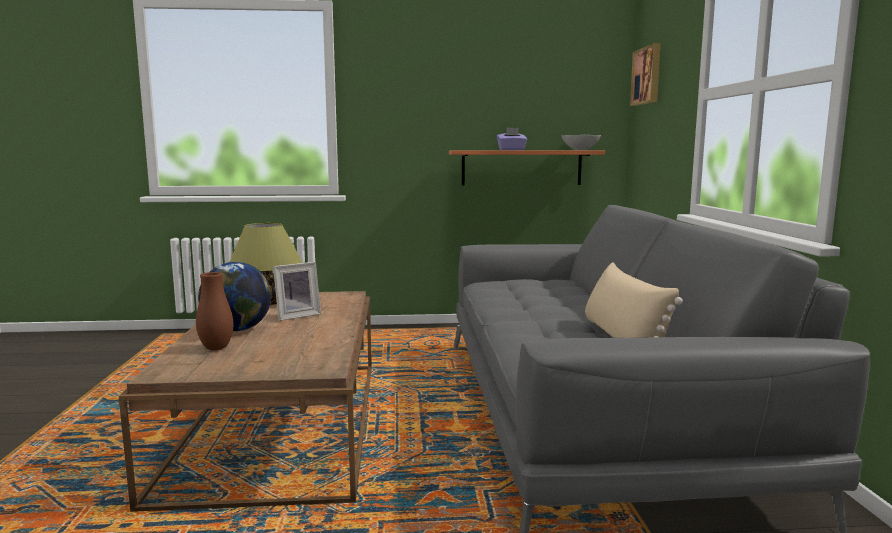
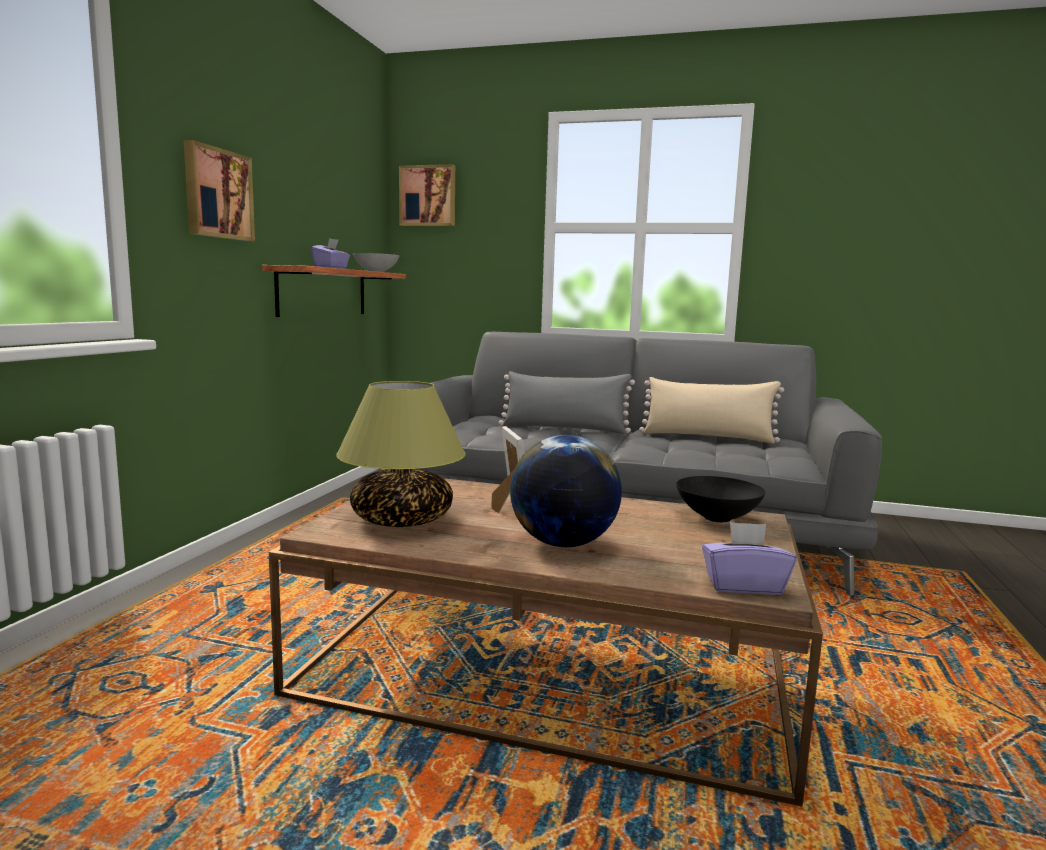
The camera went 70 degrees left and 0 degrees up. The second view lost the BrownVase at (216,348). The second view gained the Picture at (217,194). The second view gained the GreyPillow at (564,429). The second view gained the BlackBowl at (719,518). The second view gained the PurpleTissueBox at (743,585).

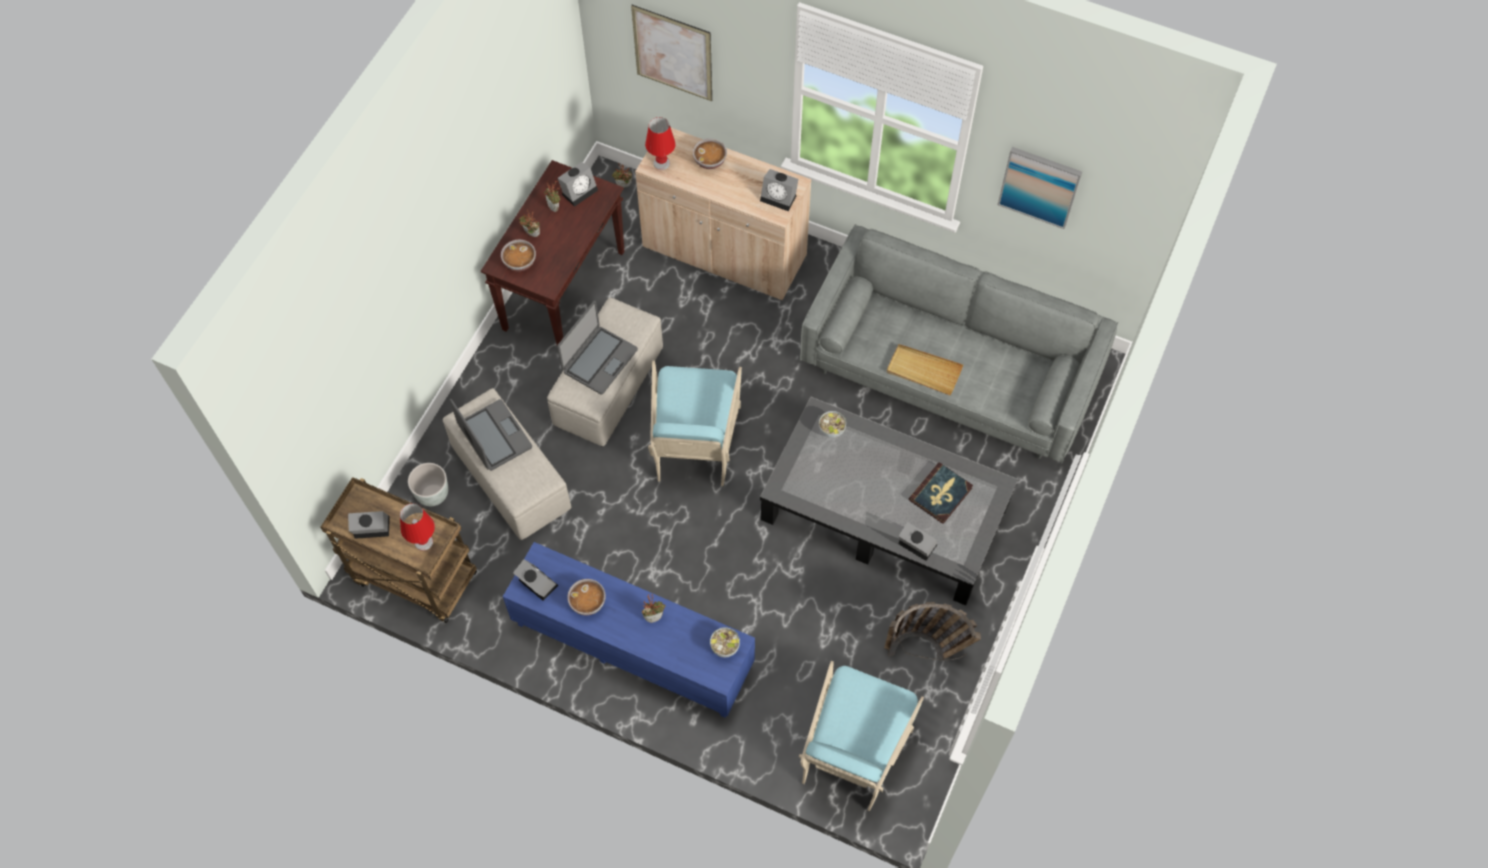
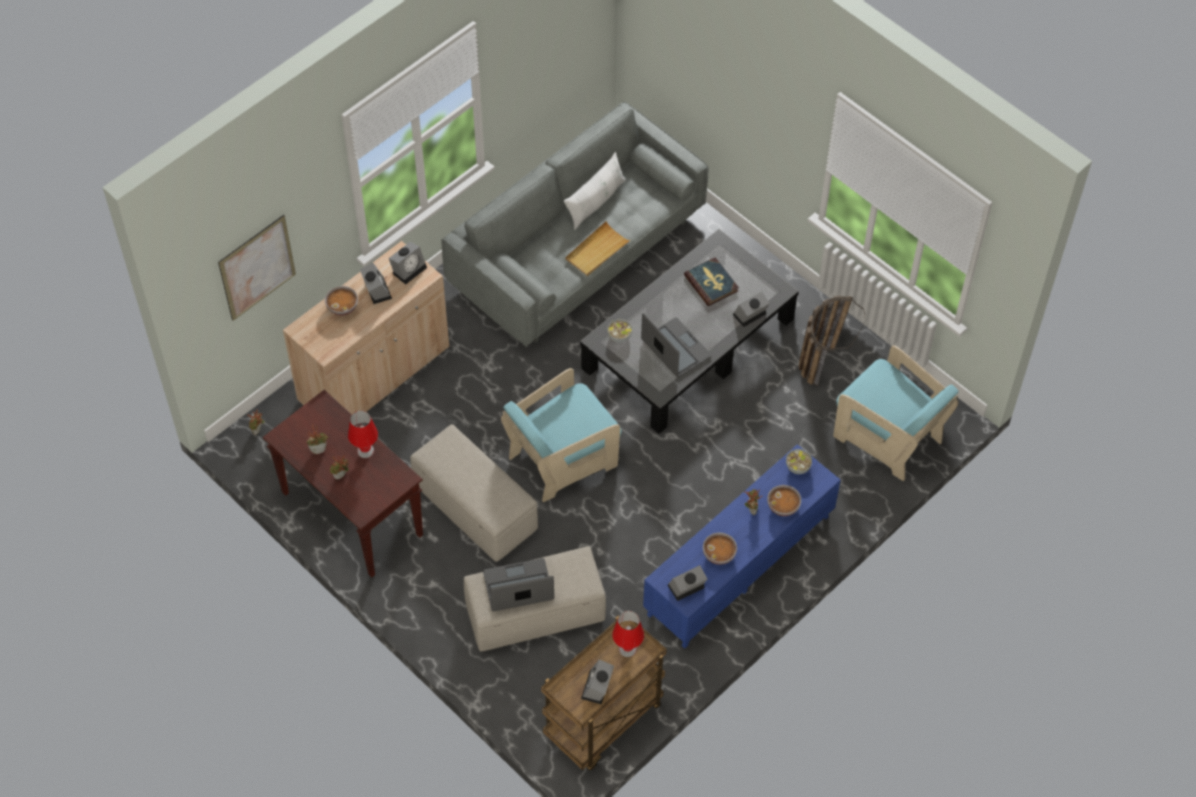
The camera went 70 degrees left and 5 degrees down. The RedTableLamp ended up elsewhere, having gone from (661,163) to (365,451). The second view lost the Picture at (1039,186). The AlarmClock ended up elsewhere, having gone from (579,190) to (376,290). The Bowl ended up elsewhere, having gone from (519,262) to (783,506). The Laptop ended up elsewhere, having gone from (599,360) to (675,349). The TurquoiseArmchair at (695,442) ended up facing another way, 120 degrees clockwise from before. The second view lost the GreyPlanter at (433,494). The second view gained the WhitePillow at (595,202).

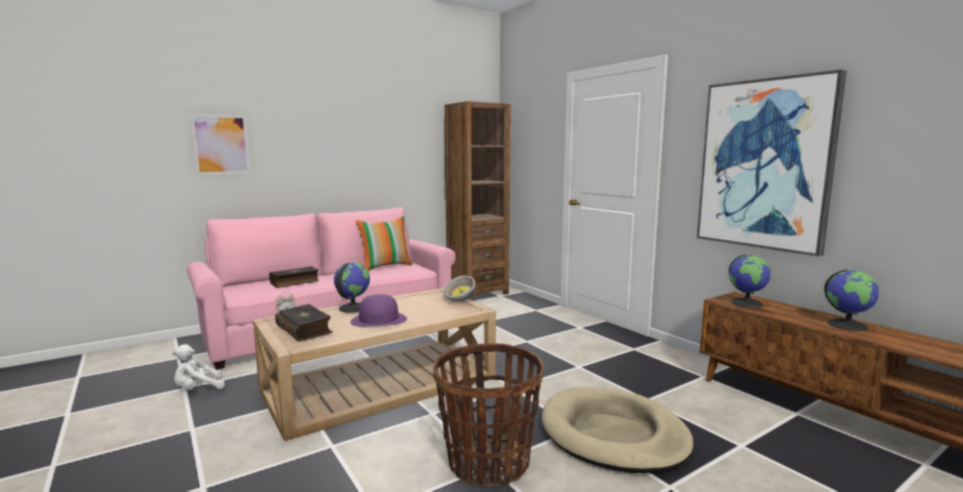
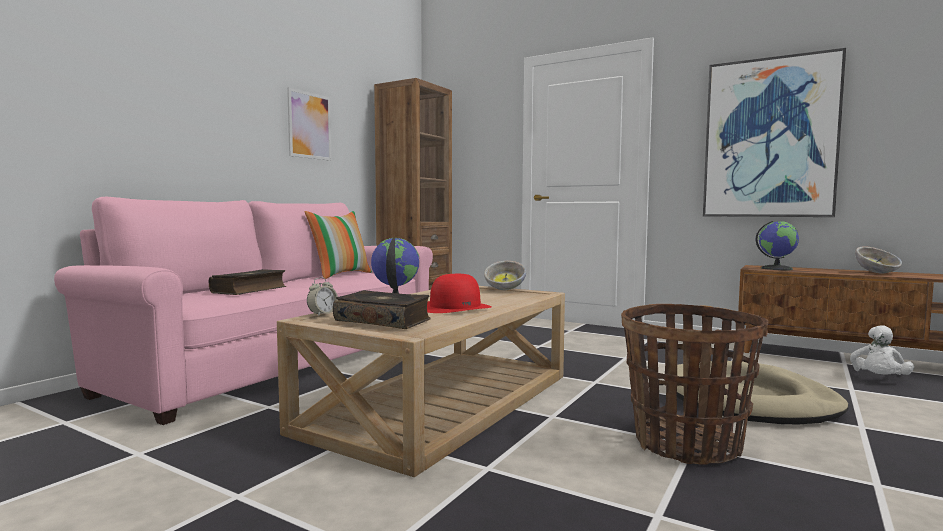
The camera went 25 degrees left and 5 degrees down. The Picture ended up elsewhere, having gone from (221,144) to (309,125). Where the Globe stood at (847,325), the Bowl came to stand at (877,272). What was the PurpleHat at (379,320) turned into the RedHat at (455,307). The WhitePlushToy ended up elsewhere, having gone from (197,389) to (879,379).

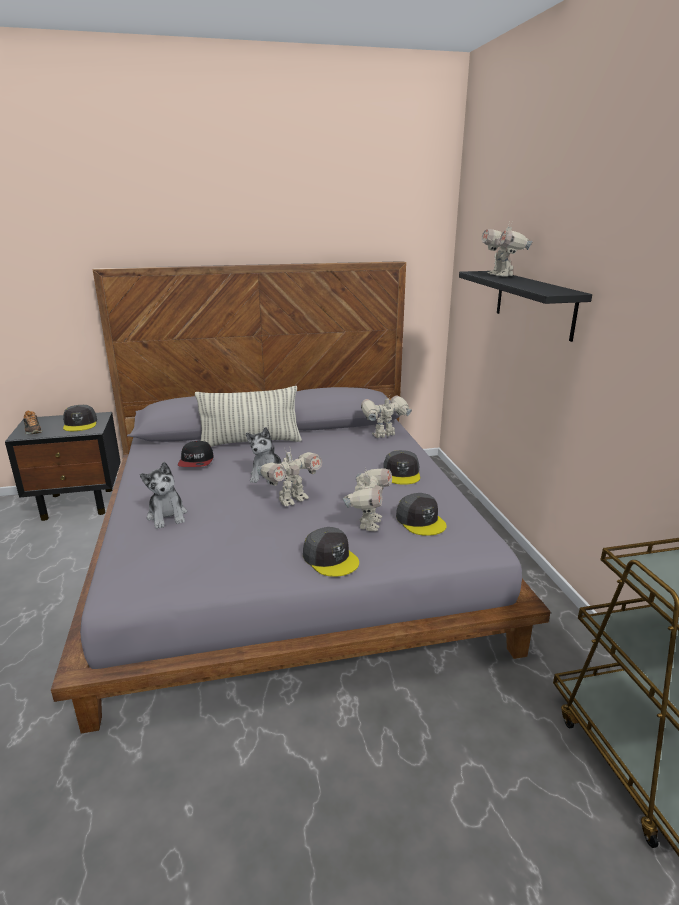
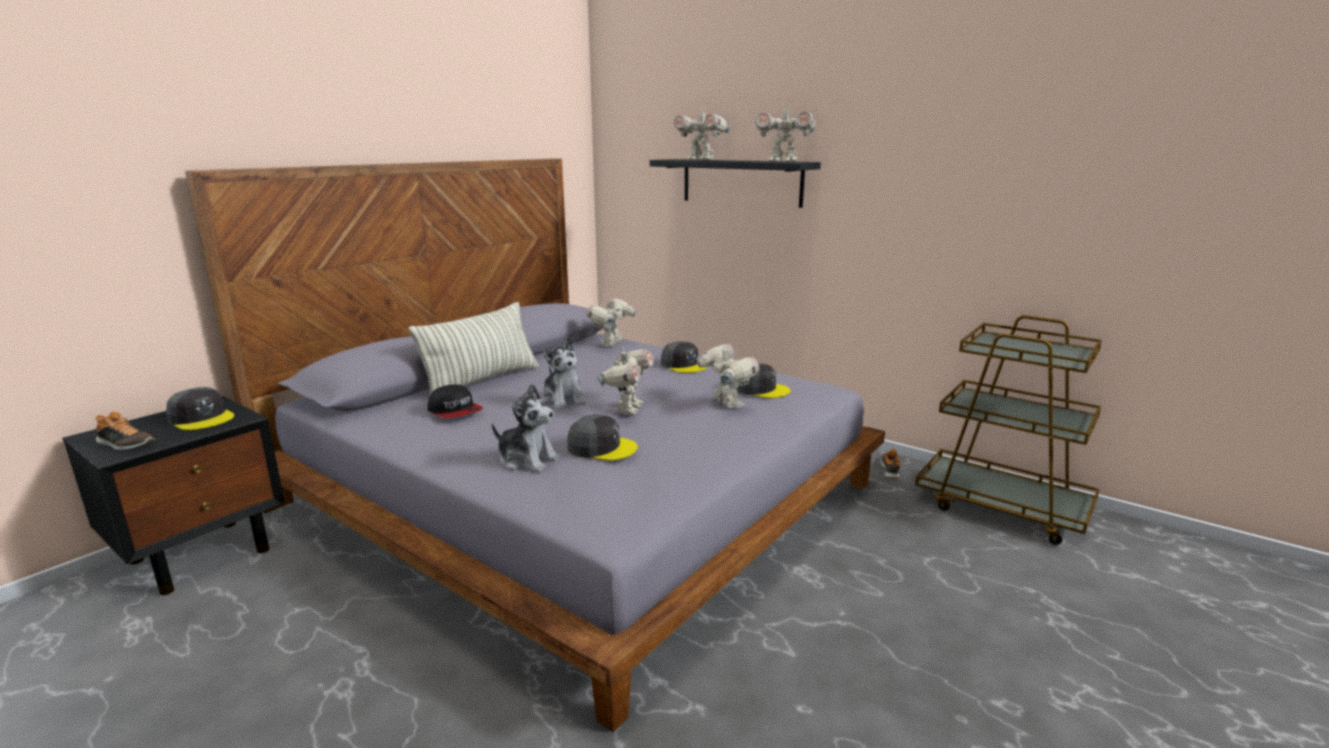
The camera went 40 degrees left and 5 degrees down. The GreyCap ended up elsewhere, having gone from (330,558) to (601,447). The second view gained the ToyRobot at (783,161). The second view gained the Shoe at (890,469).

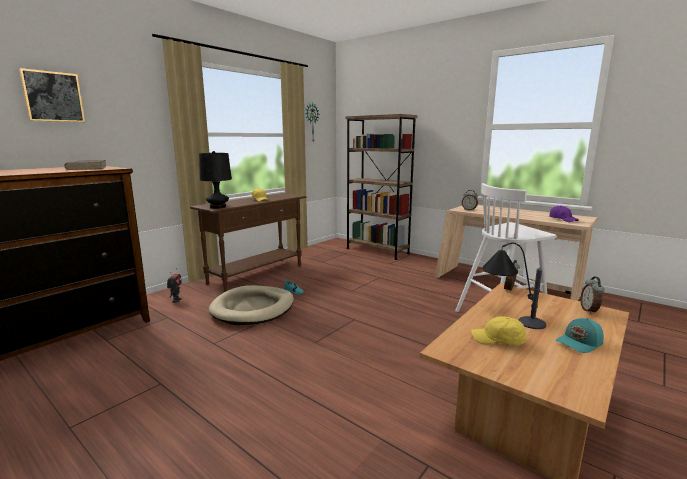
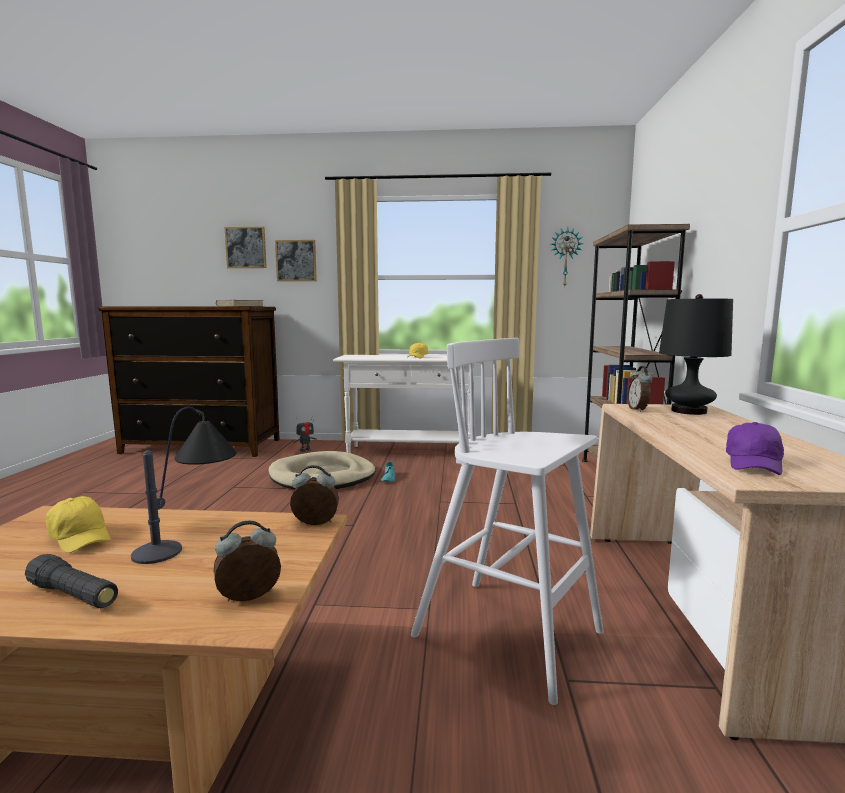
The camera went 55 degrees right and 5 degrees down. The BlackTableLamp ended up elsewhere, having gone from (218,207) to (689,411). What was the BrownConsoleTable at (257,274) turned into the WhiteConsoleTable at (411,452). The YellowCap at (498,340) ended up facing another way, 150 degrees clockwise from before. Where the TurquoiseCap stood at (580,343), the BlackFlashlight came to stand at (73,595). The second view gained the Picture at (296,260).

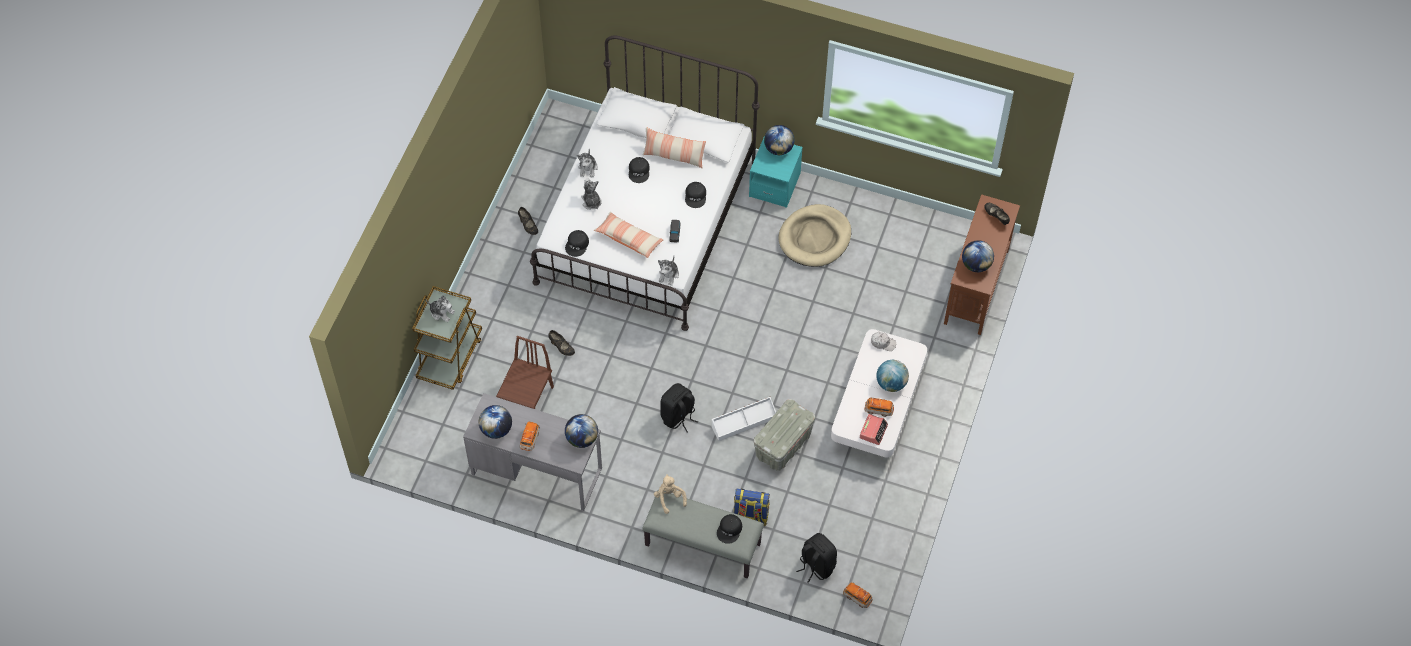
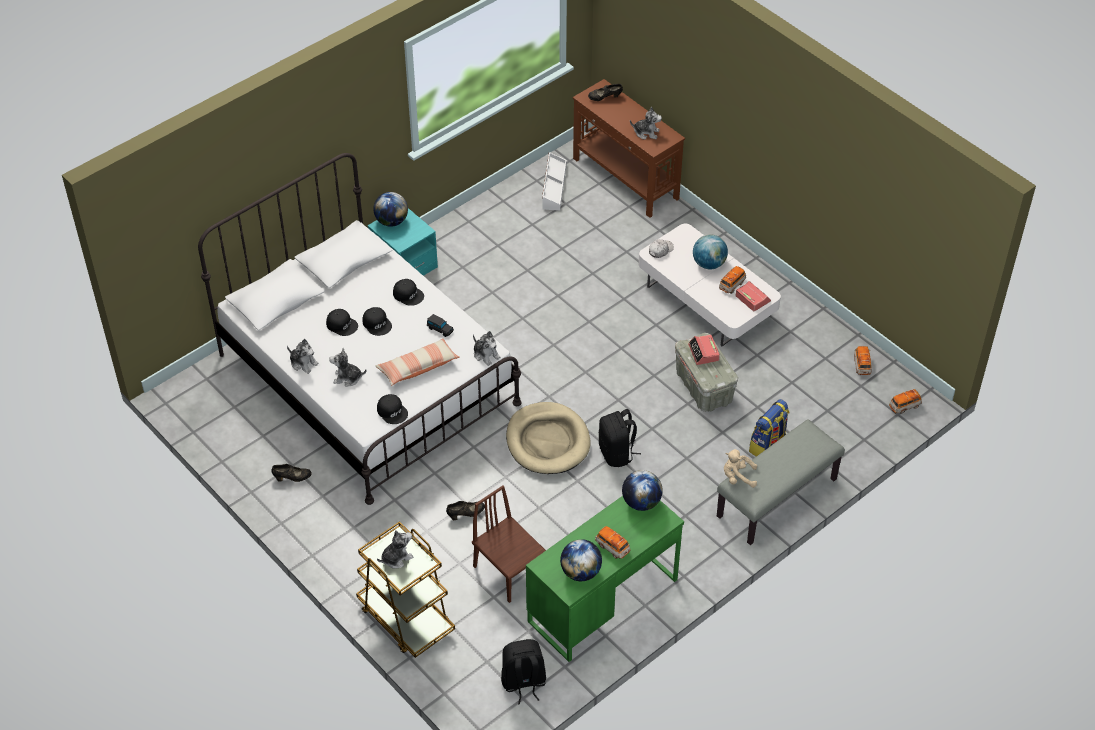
The camera went 60 degrees left and 10 degrees down. The second view lost the Pillow at (674,156). The BeigeDogBed ended up elsewhere, having gone from (815,238) to (547,441). Where the Globe stood at (976,265), the PlushToy came to stand at (646,132). What was the GreyDesk at (536,471) turned into the GreenDesk at (602,600). The WhiteStorageBox ended up elsewhere, having gone from (743,422) to (553,187). The BlackCap ended up elsewhere, having gone from (730,530) to (377,323). The BlackBackpack ended up elsewhere, having gone from (816,565) to (523,682). The second view gained the AlarmClock at (703,353). The second view gained the ToyCar at (862,365).

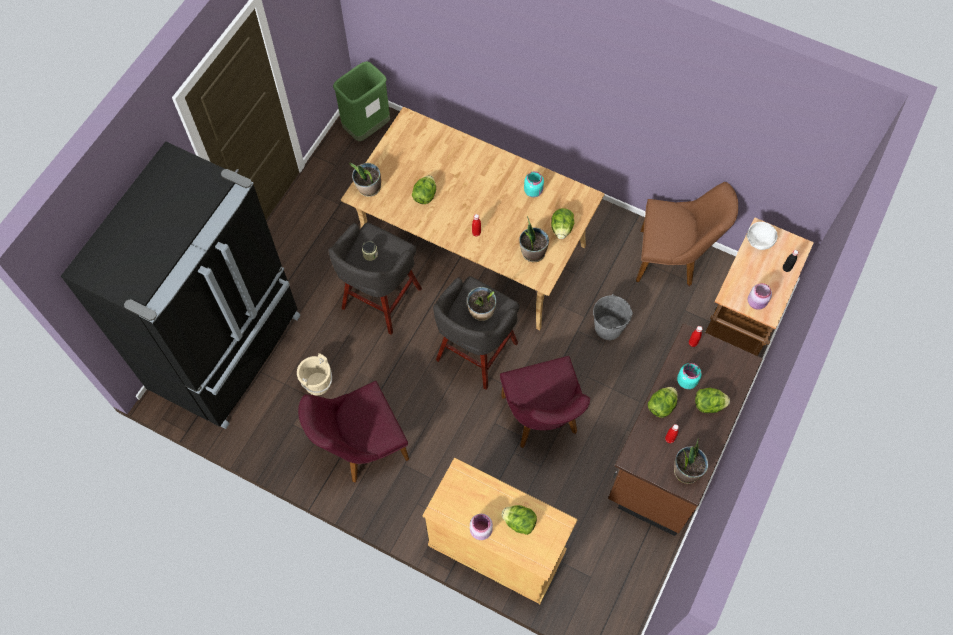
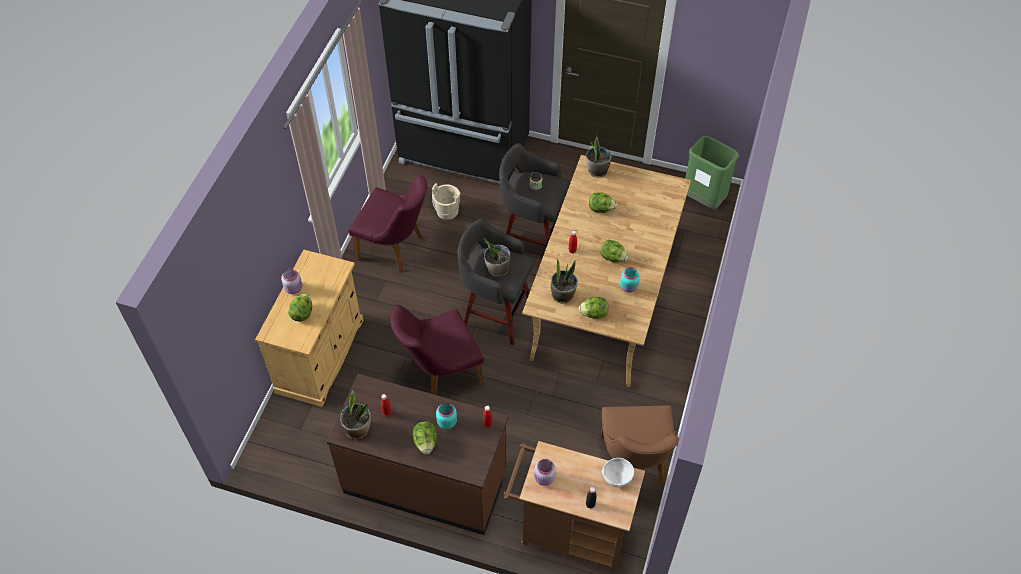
The camera went 80 degrees right and 10 degrees down. The second view lost the GreyBucket at (608,327). The PurpleChair at (360,447) ended up facing another way, 150 degrees clockwise from before. The Lettuce ended up elsewhere, having gone from (661,406) to (613,258).

